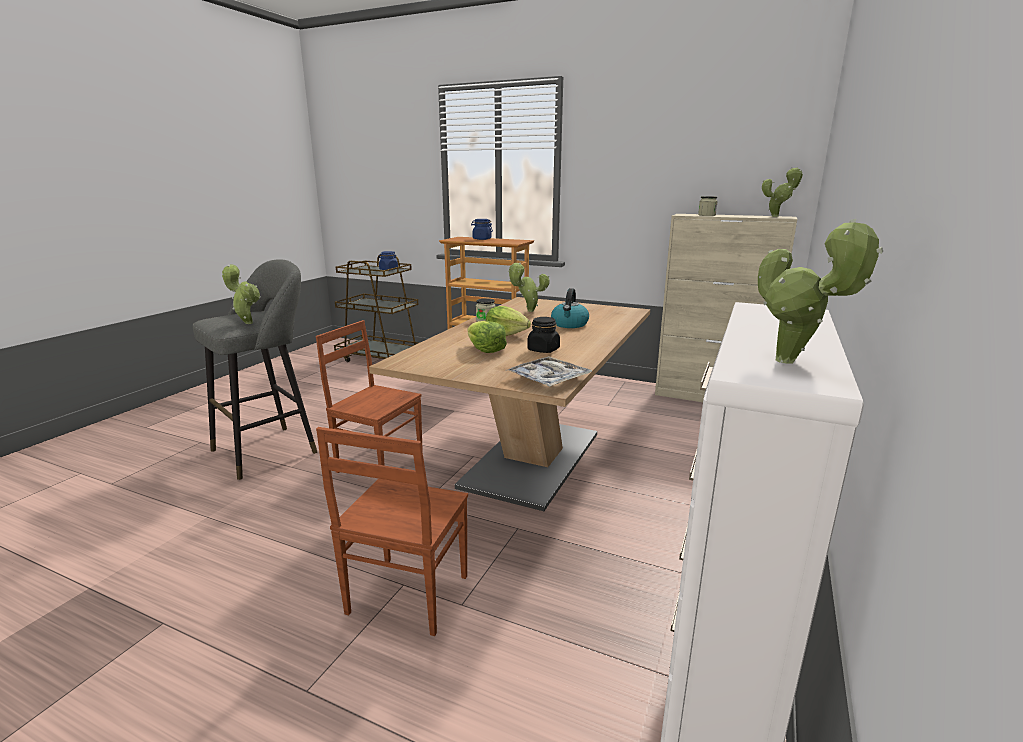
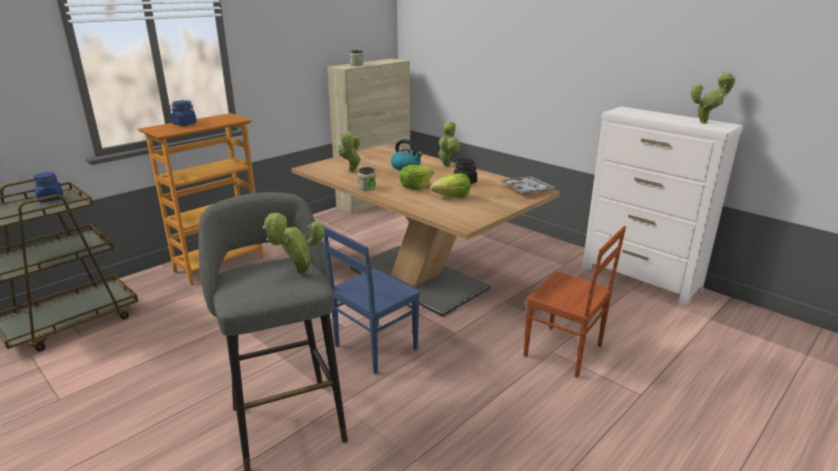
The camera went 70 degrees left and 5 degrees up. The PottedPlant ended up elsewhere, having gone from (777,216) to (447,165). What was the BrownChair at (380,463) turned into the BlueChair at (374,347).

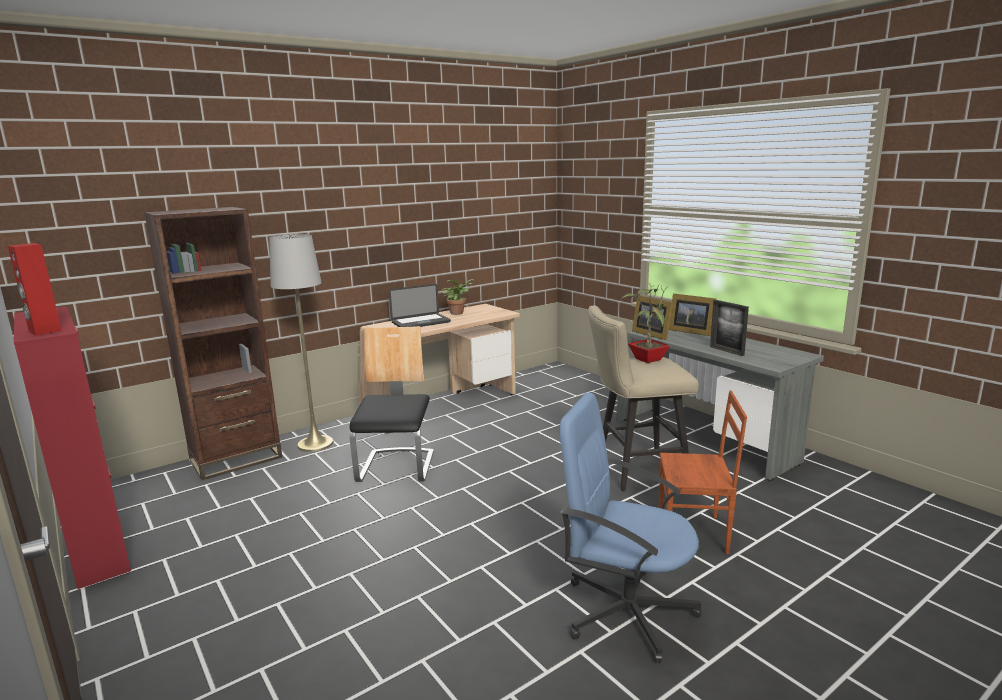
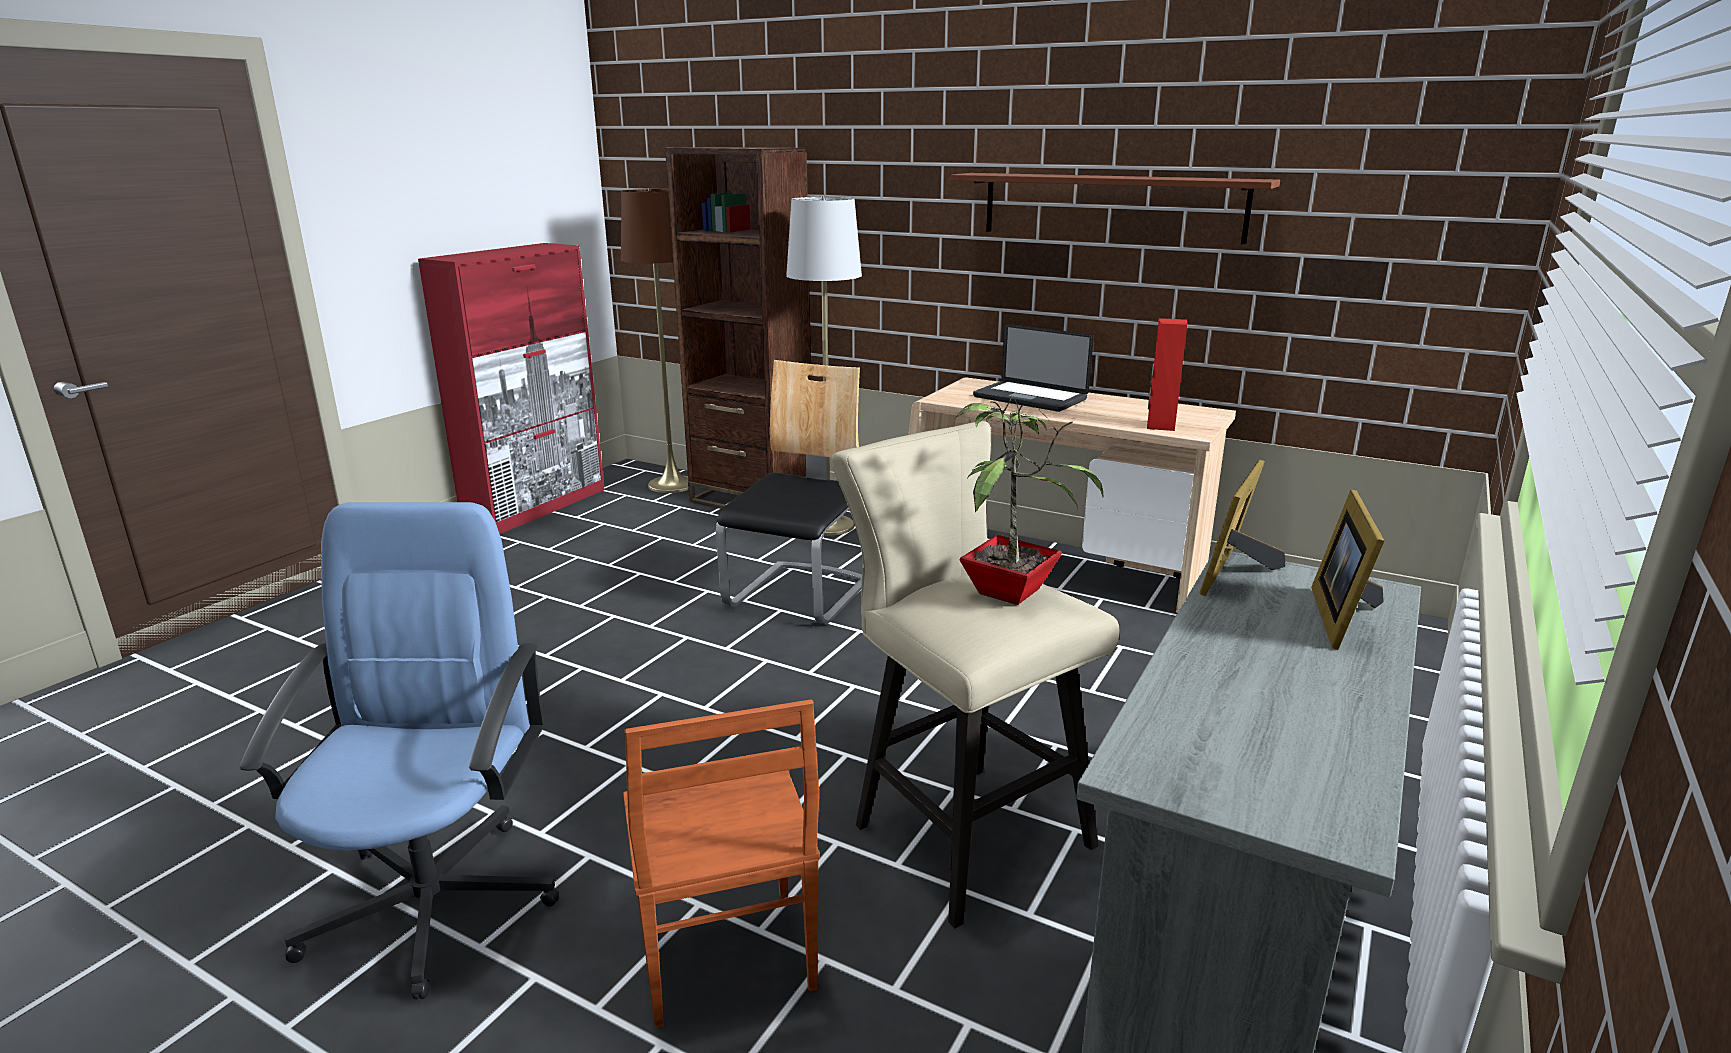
The camera went 65 degrees right and 5 degrees up. The RedSpeaker ended up elsewhere, having gone from (44,331) to (1160,426). The second view lost the PottedPlant at (458,313). The second view lost the PictureFrame at (726,351). The Chair at (397,467) ended up facing another way, 45 degrees counterclockwise from before. The second view gained the BrownShelf at (1111,206). The second view gained the BrownFloorLamp at (672,485).

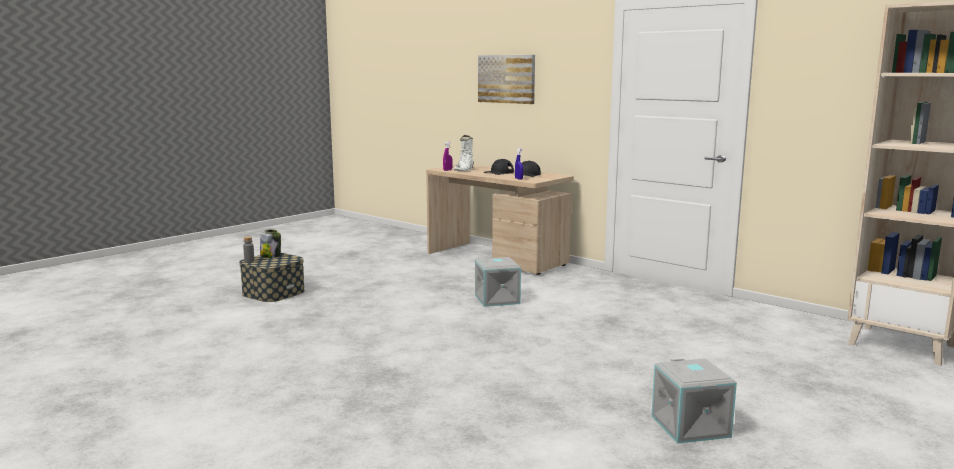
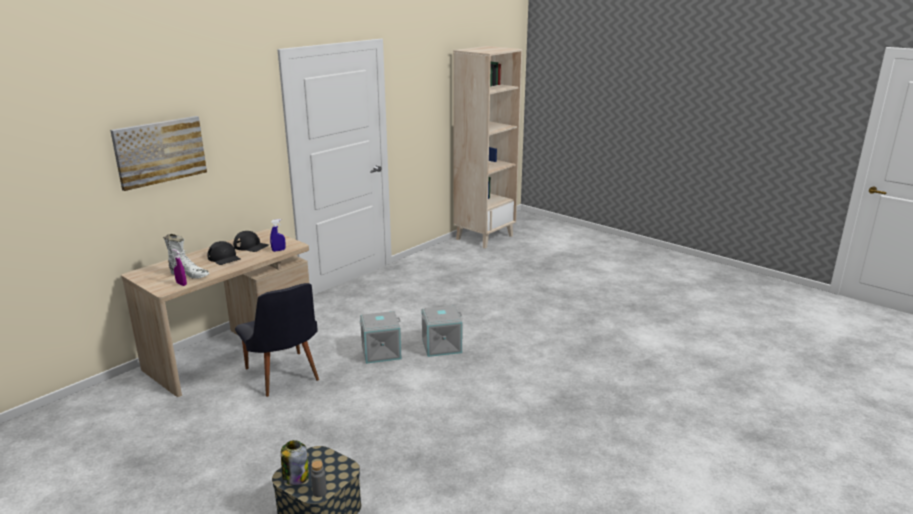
The camera went 90 degrees left and 10 degrees up. The GreyStorageBox ended up elsewhere, having gone from (692,426) to (442,345). The second view gained the BlackChair at (284,378).

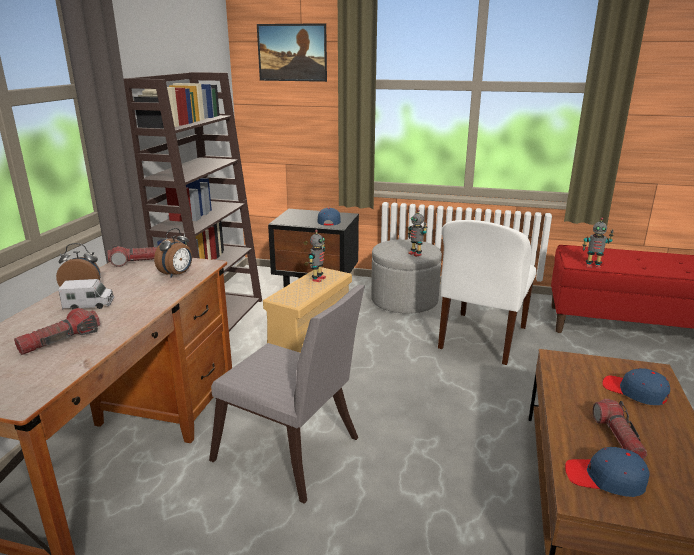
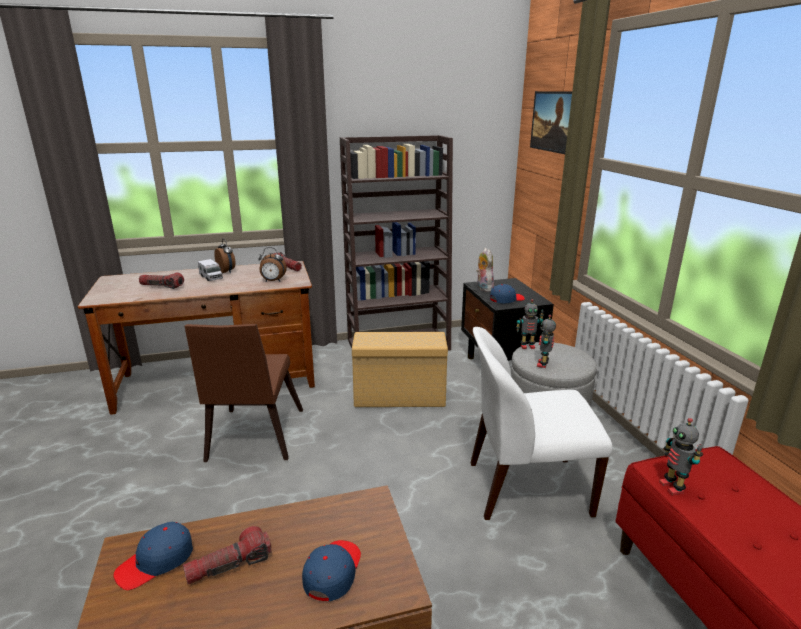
The camera went 60 degrees right and 0 degrees up. The ToyRobot ended up elsewhere, having gone from (317,279) to (527,346). What was the GreyChair at (292,454) turned into the BrownChair at (253,438). The BlueCap at (605,478) ended up facing another way, 120 degrees counterclockwise from before. The second view gained the PlushToy at (483,288).

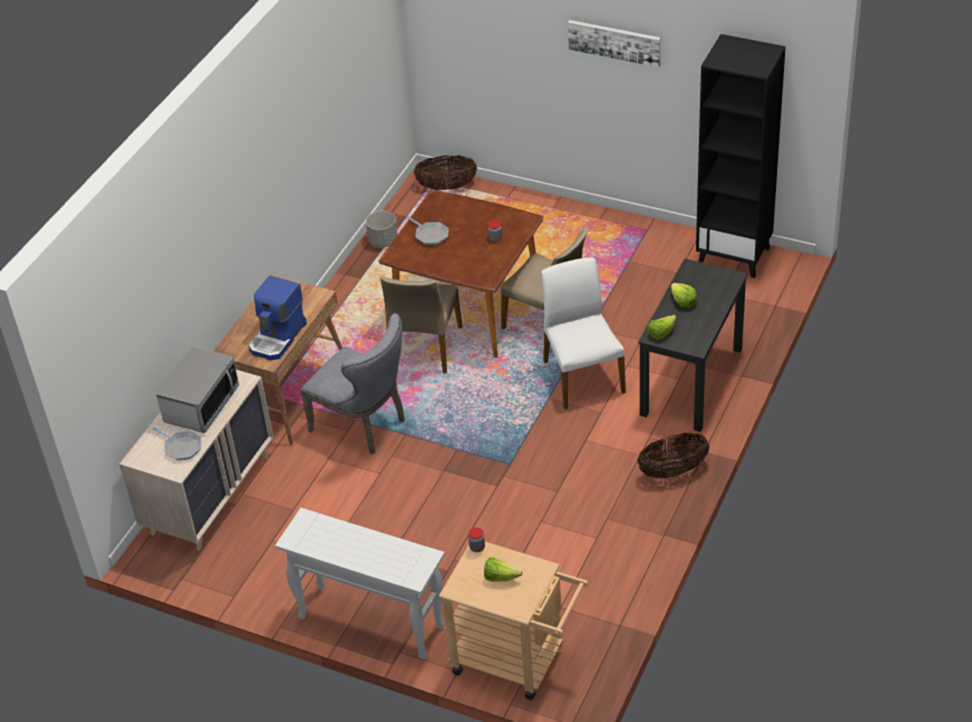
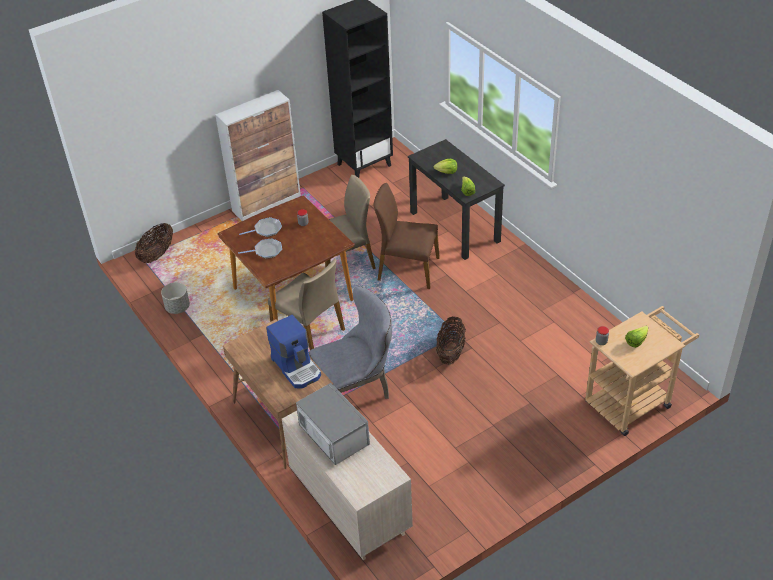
The camera went 60 degrees left and 0 degrees up. The second view lost the Picture at (614,42). What was the WhiteChair at (582,376) turned into the BrownChair at (407,269). The FryingPan ended up elsewhere, having gone from (181,447) to (266,230). The Basket ended up elsewhere, having gone from (672,471) to (450,352). The second view lost the WhiteConsoleTable at (370,622). The second view gained the Cabinet at (267,203).

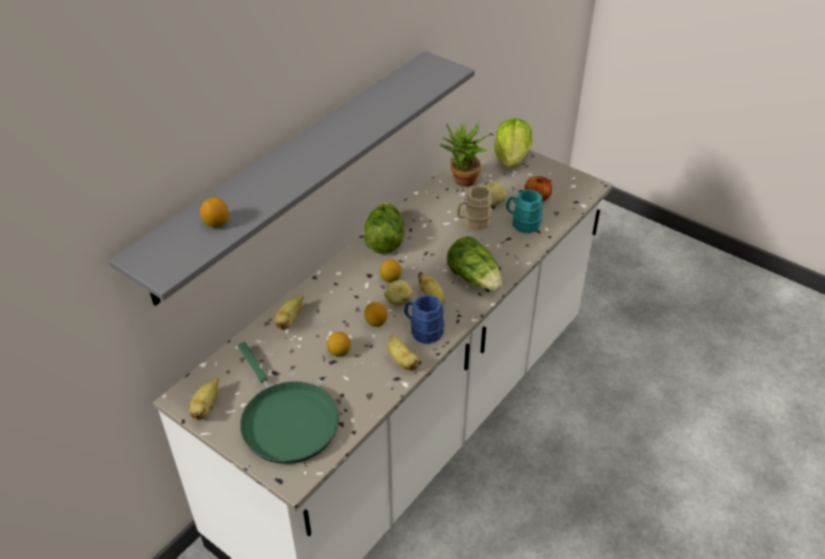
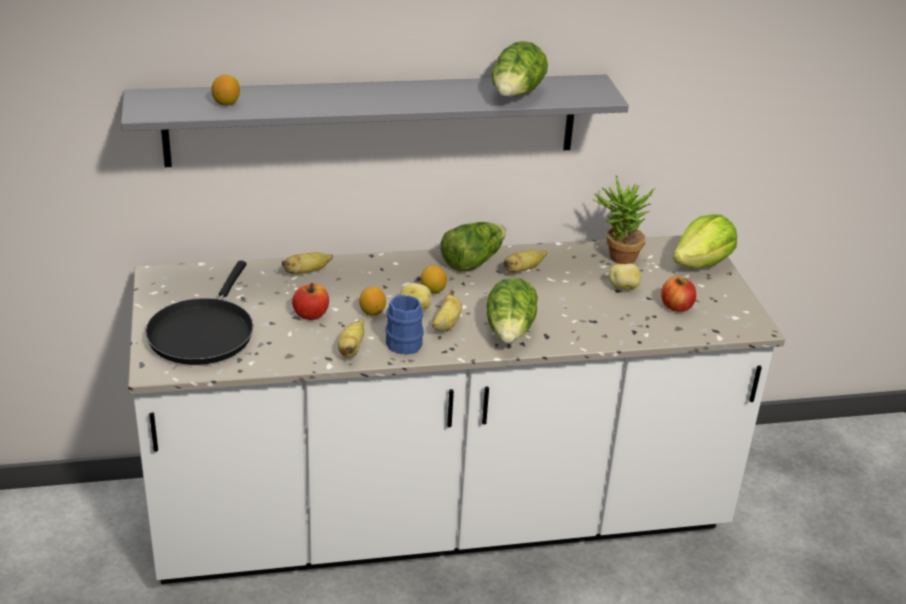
The camera went 40 degrees right and 10 degrees down. The second view lost the BeigeMug at (473,222). The second view lost the TurquoiseMug at (522,223). Where the Lemon stood at (339,352), the Apple came to stand at (311,314). What was the GreenFryingPan at (286,421) turned into the BlackFryingPan at (203,332). The Banana ended up elsewhere, having gone from (206,407) to (522,270). The second view gained the Lettuce at (516,95).

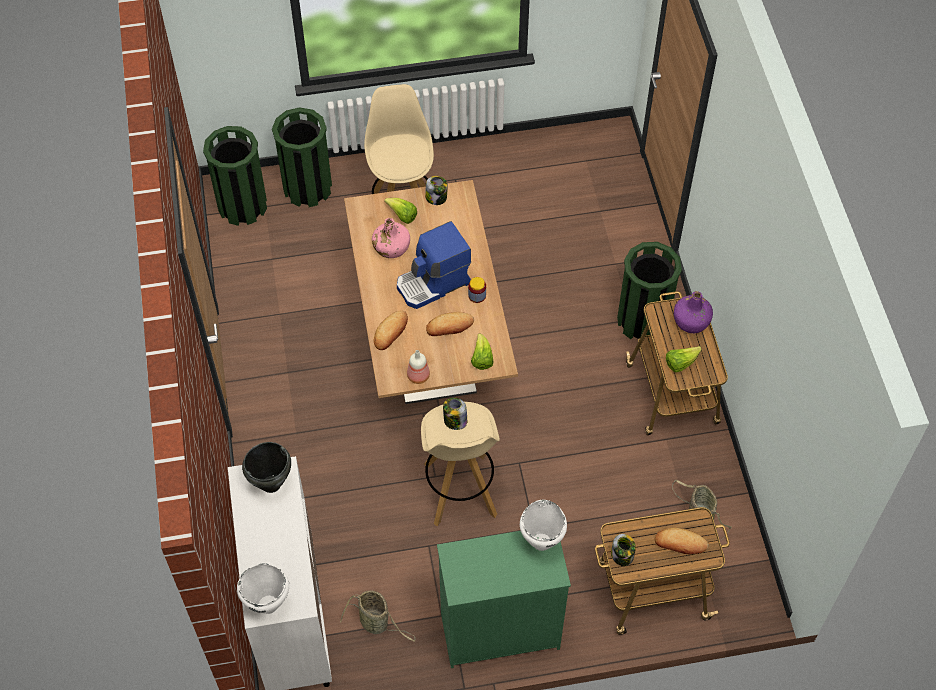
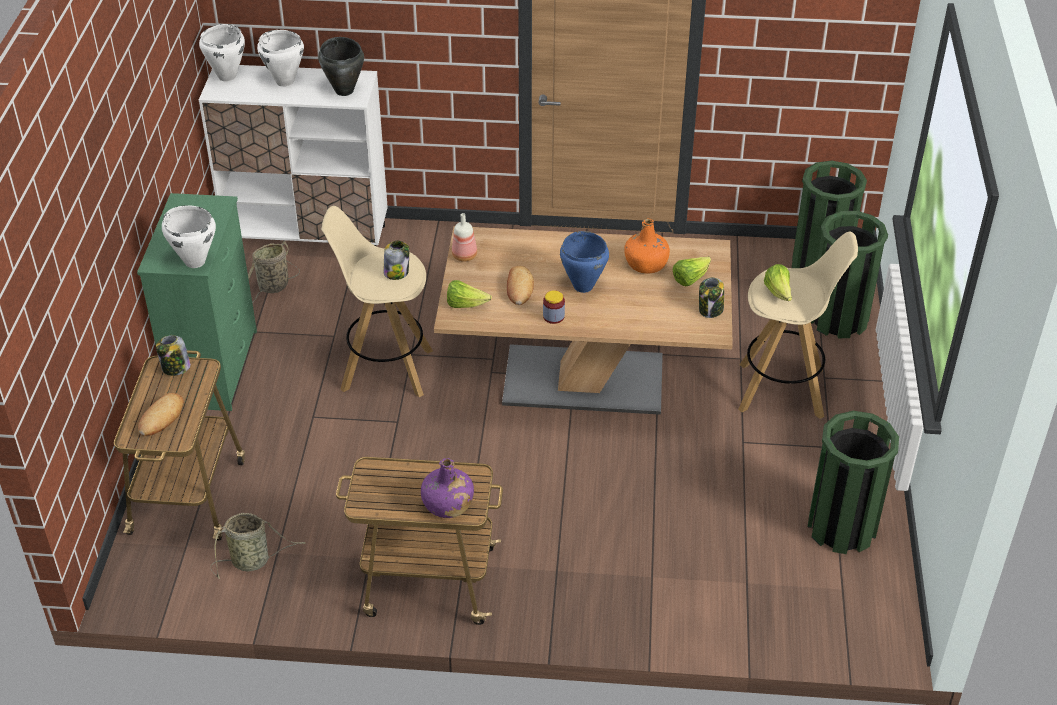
The camera went 105 degrees right and 15 degrees down. What was the PinkBottle at (391,247) turned into the OrangeBottle at (646,263). Where the CoffeeMachine stood at (433,284), the BlueCookingPot came to stand at (583,286). The GreenTrashCan ended up elsewhere, having gone from (643,320) to (841,527). The second view lost the Bread at (391,332). The Lettuce ended up elsewhere, having gone from (680,363) to (778,293). The second view gained the WhiteCookingPot at (285,82).

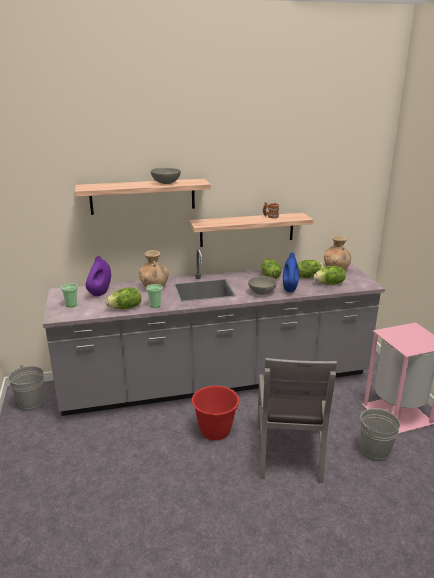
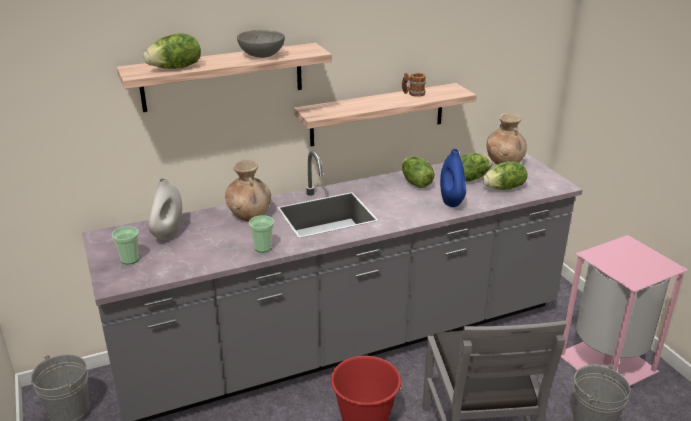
The camera went 10 degrees left and 5 degrees up. What was the PurpleVase at (100,293) turned into the WhiteVase at (168,234). The second view lost the GreyBowl at (262,292). The Lettuce ended up elsewhere, having gone from (125,308) to (176,68).

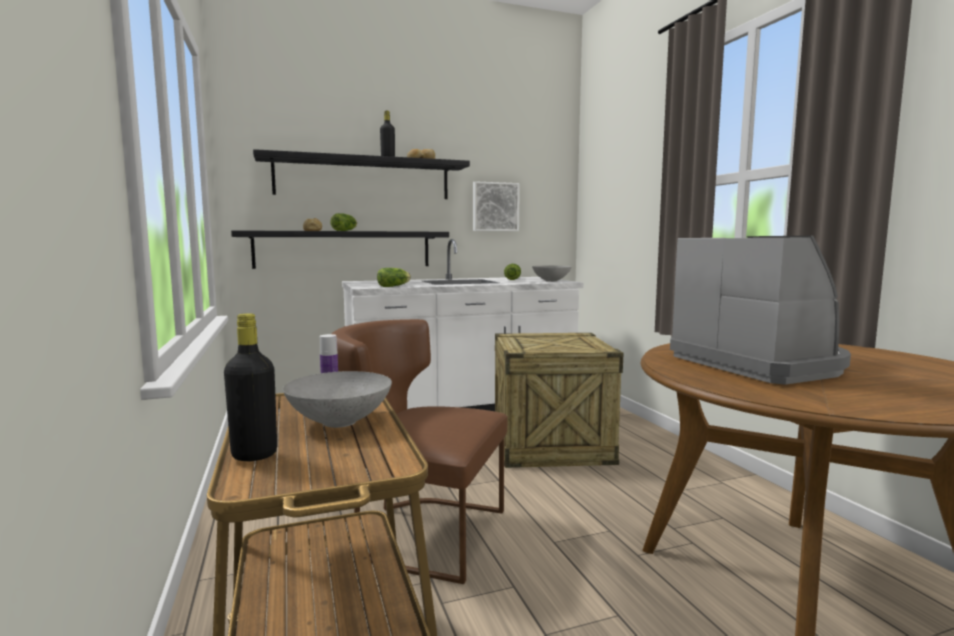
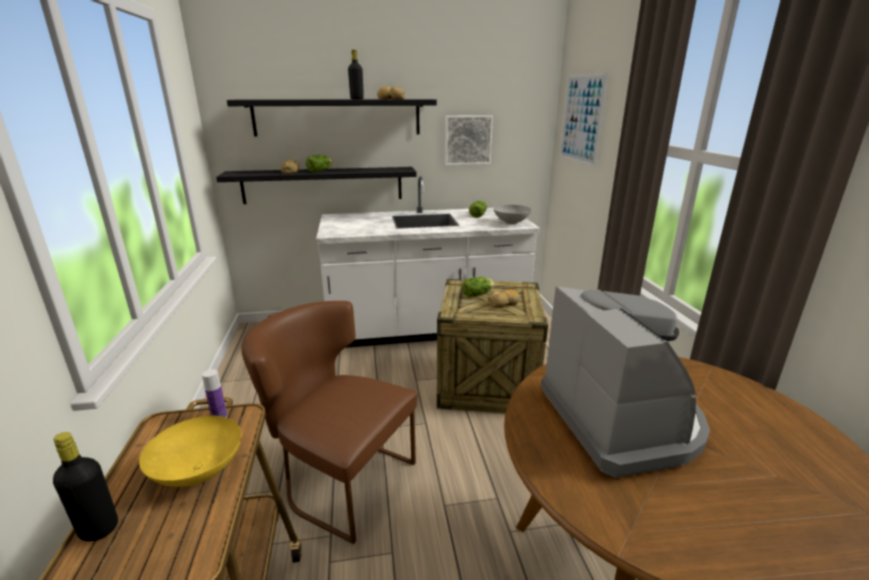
The camera went 10 degrees right and 15 degrees up. The Lettuce ended up elsewhere, having gone from (394,286) to (478,294). What was the GreyBowl at (338,422) turned into the YellowBowl at (197,471). The second view gained the Picture at (582,119). The second view gained the Bread at (504,303).

